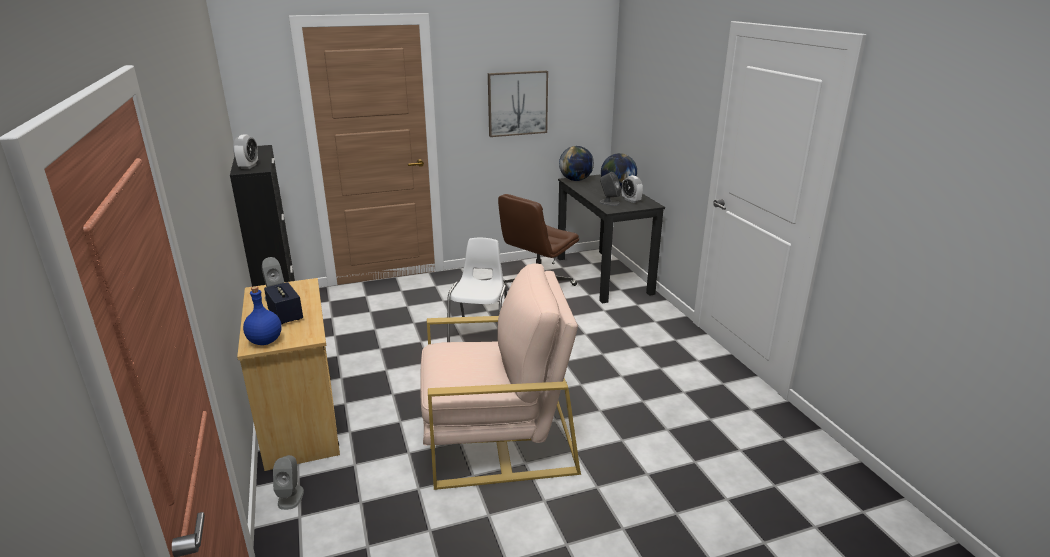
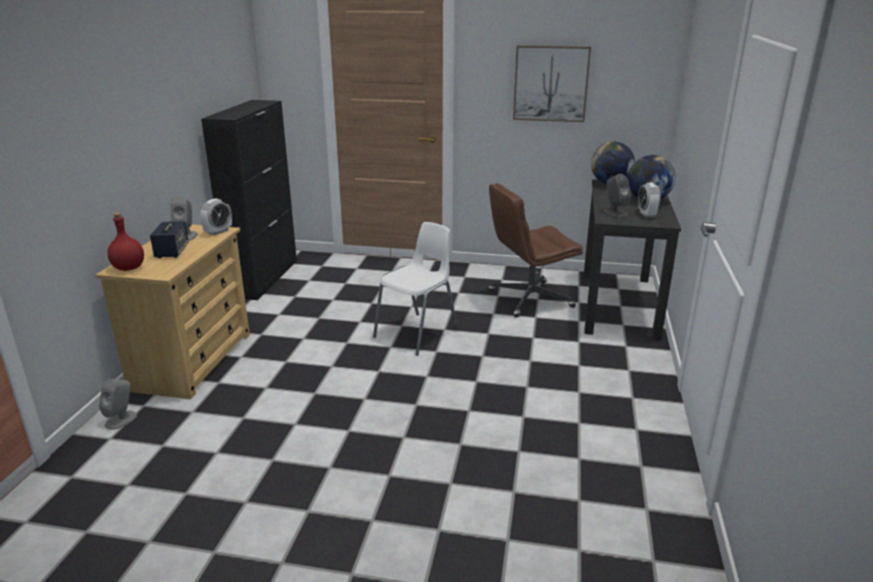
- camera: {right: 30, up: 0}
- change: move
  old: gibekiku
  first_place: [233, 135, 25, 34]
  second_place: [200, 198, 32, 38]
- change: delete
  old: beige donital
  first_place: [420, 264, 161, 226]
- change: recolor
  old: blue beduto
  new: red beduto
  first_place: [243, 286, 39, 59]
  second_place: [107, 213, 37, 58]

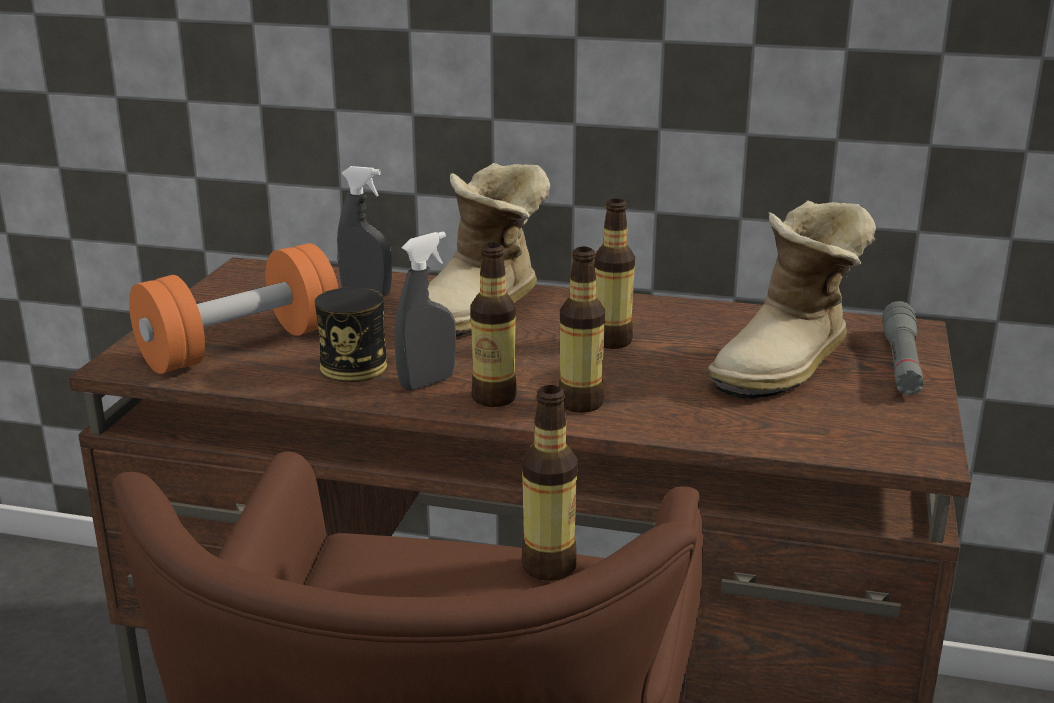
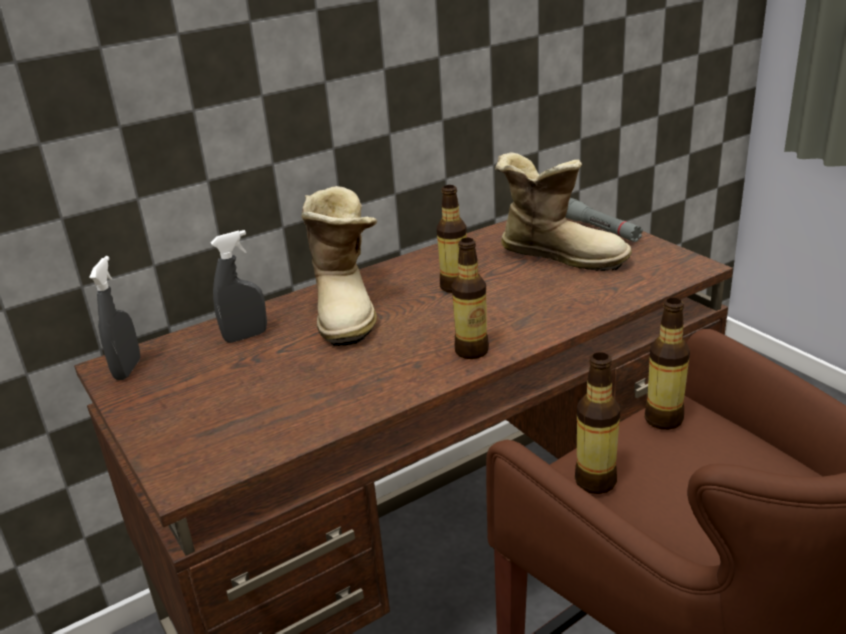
- camera: {right: -45, up: 5}
- change: rotate
  old: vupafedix
  first_place: [708, 200, 168, 200]
  second_place: [495, 153, 137, 118]
  degrees: -60
- change: move
  old: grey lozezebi
  first_place: [395, 232, 61, 158]
  second_place: [89, 256, 51, 124]
- change: delete
  old: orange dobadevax
  first_place: [129, 243, 209, 131]
- change: move
  old: beduto
  first_place: [559, 247, 46, 166]
  second_place: [574, 352, 46, 142]
- change: delete
  old: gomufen
  first_place: [315, 287, 72, 95]

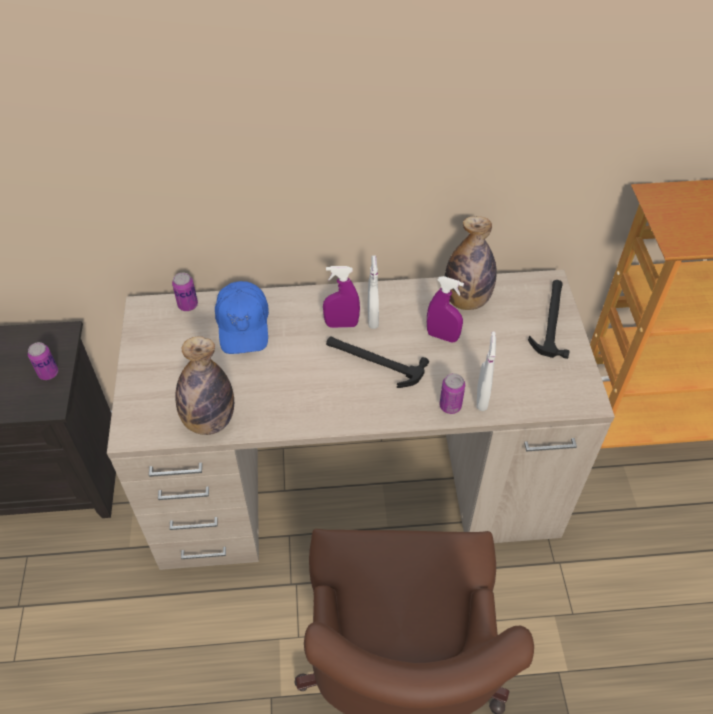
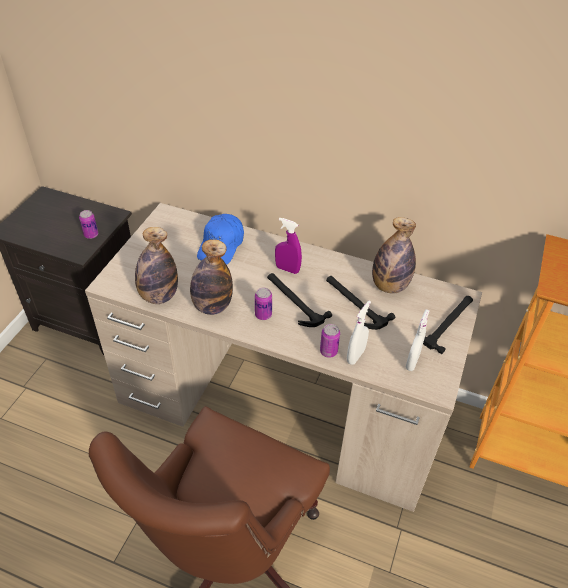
- camera: {right: 25, up: -5}
- change: move
  old: white lozezebi
  first_place: [368, 256, 11, 73]
  second_place: [405, 309, 25, 62]
- change: move
  old: gomufen
  first_place: [172, 273, 26, 38]
  second_place: [255, 287, 17, 33]
- change: replace
  old: purple lozezebi
  new: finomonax
  first_place: [427, 276, 37, 67]
  second_place: [326, 276, 69, 54]
- change: insert
  new: beduto
  second_place: [190, 239, 43, 76]

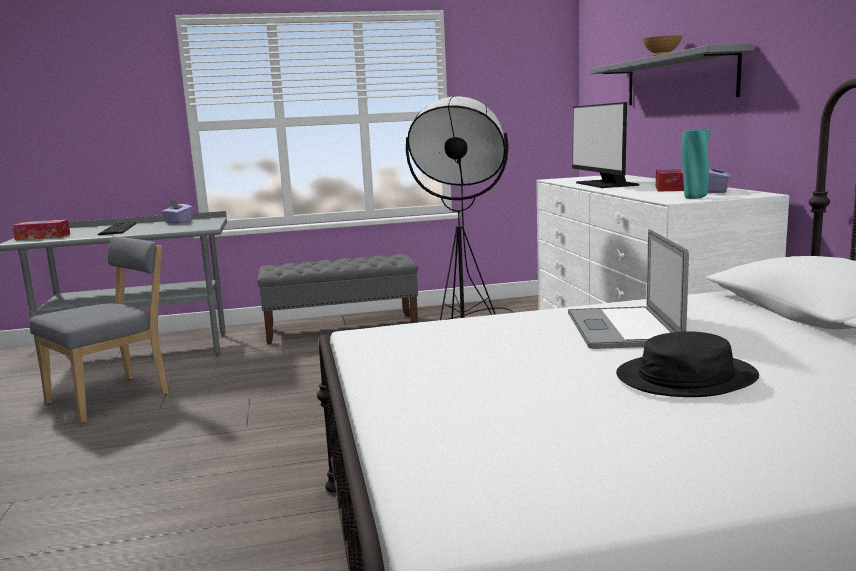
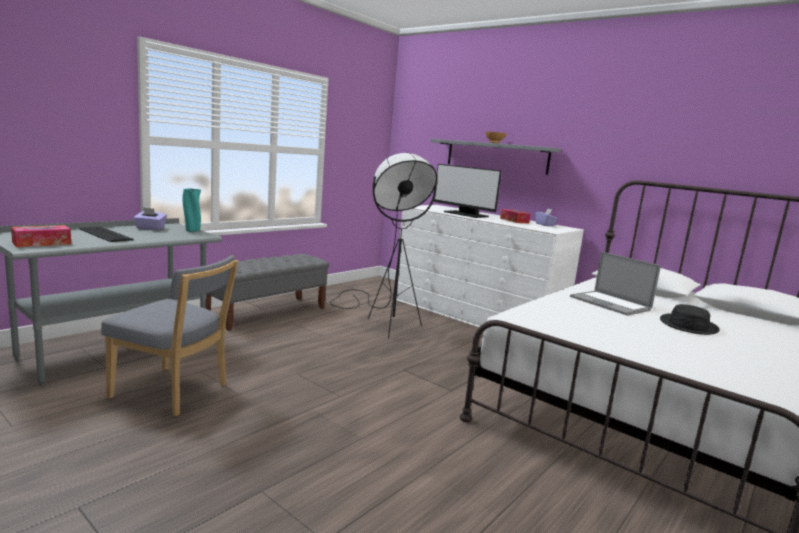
- camera: {right: -40, up: 0}
- change: move
  old: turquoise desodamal
  first_place: [681, 129, 30, 70]
  second_place: [182, 188, 19, 44]
- change: rotate
  old: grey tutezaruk
  first_place: [29, 236, 140, 187]
  second_place: [101, 255, 137, 161]
  degrees: 105

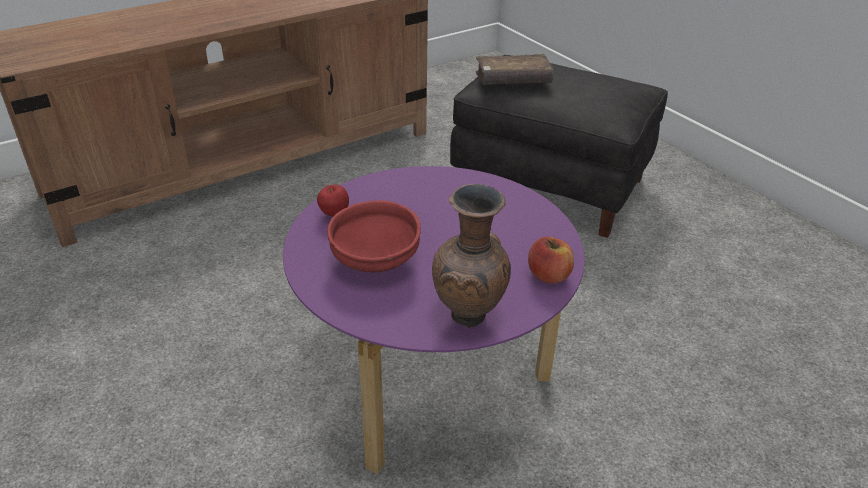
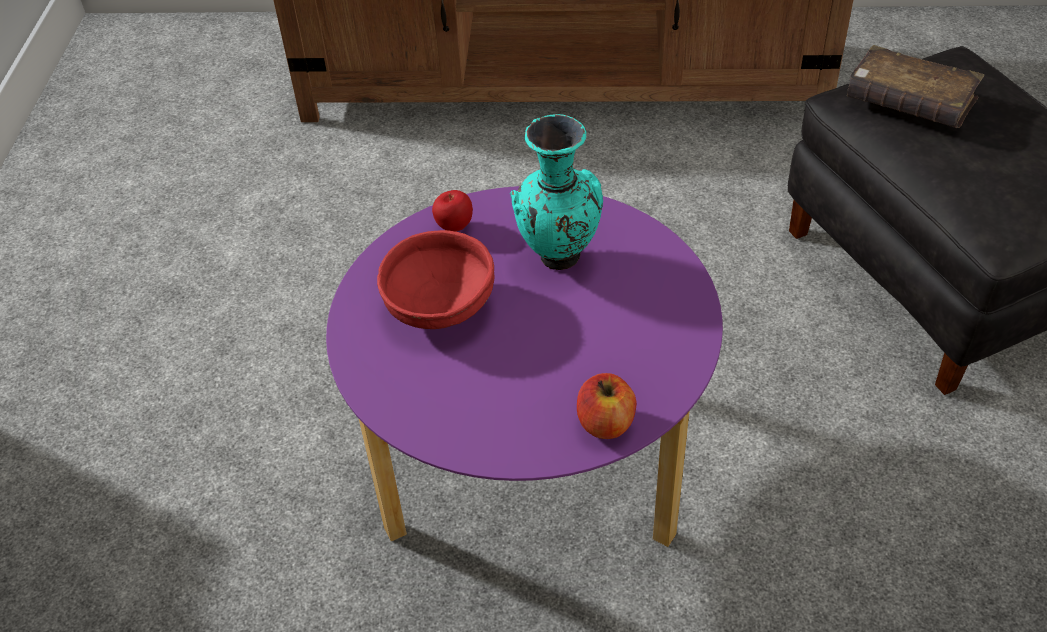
- camera: {right: 40, up: 10}
- change: delete
  old: brown desodamal
  first_place: [432, 184, 79, 144]
- change: insert
  new: turquoise desodamal
  second_place: [510, 114, 93, 156]

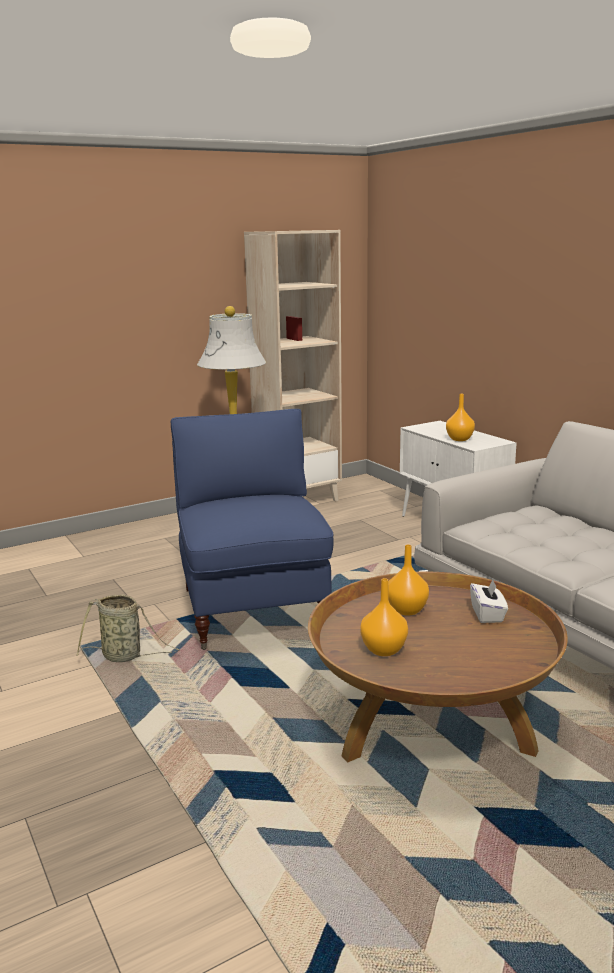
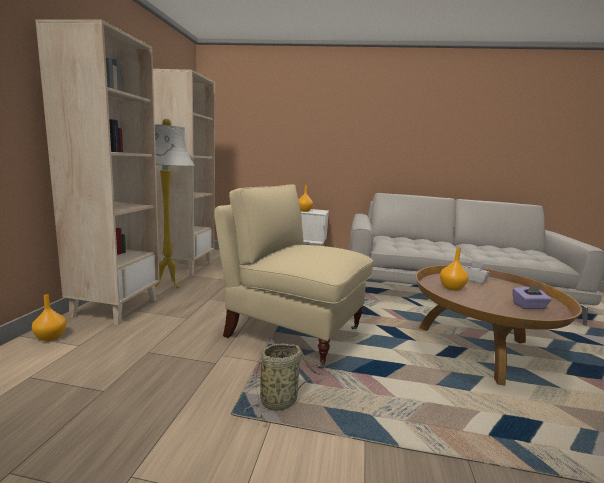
- camera: {right: -50, up: -5}
- change: recolor
  old: blue donital
  new: beige donital
  first_place: [171, 409, 163, 241]
  second_place: [215, 184, 158, 184]
- change: move
  old: orange desodamal
  first_place: [360, 578, 48, 78]
  second_place: [32, 294, 34, 47]
- change: insert
  new: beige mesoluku
  second_place: [35, 19, 125, 306]
- change: insert
  new: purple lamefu
  second_place: [513, 286, 39, 23]

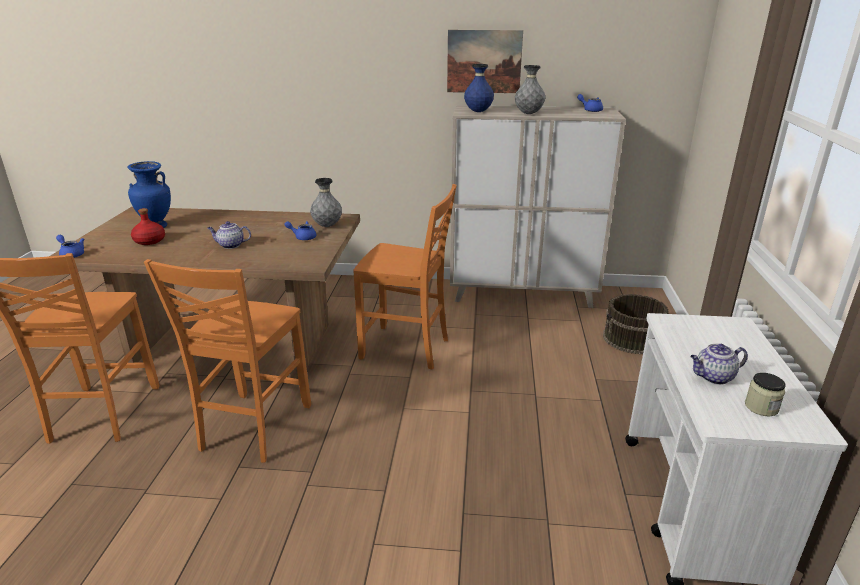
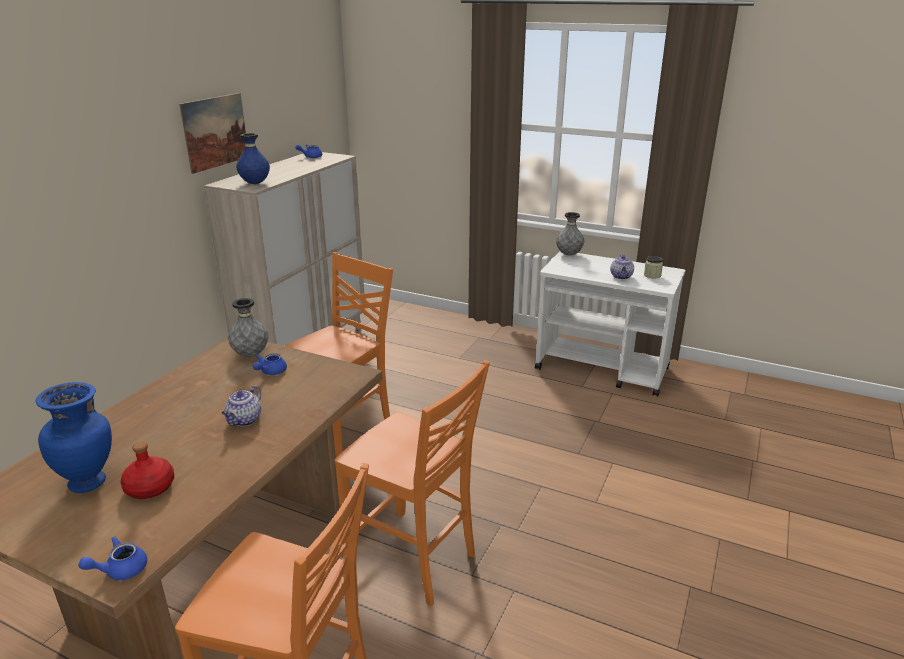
- camera: {right: -70, up: 0}
- change: move
  old: grey desodamal
  first_place: [515, 65, 30, 49]
  second_place: [556, 212, 28, 44]
- change: delete
  old: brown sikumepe
  first_place: [603, 294, 66, 60]

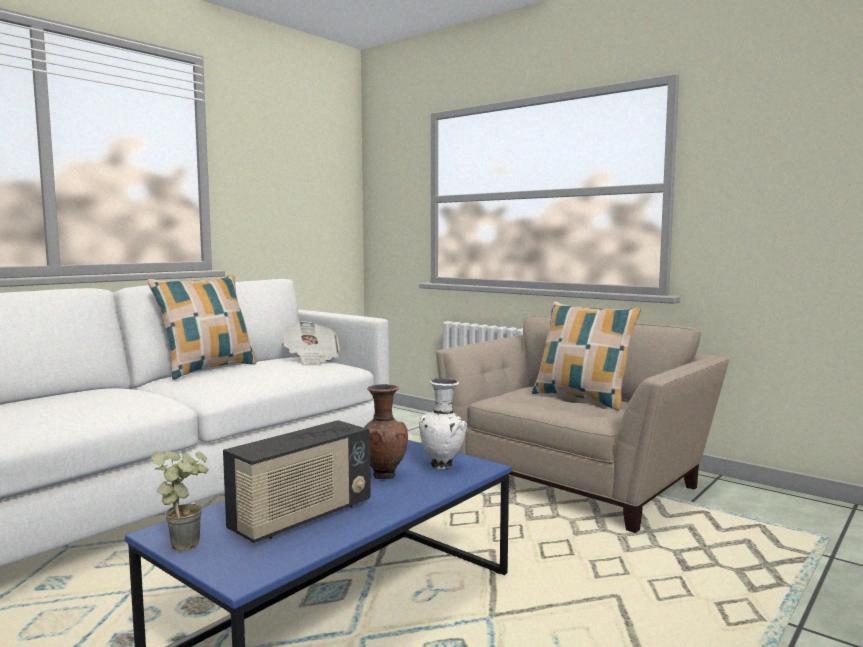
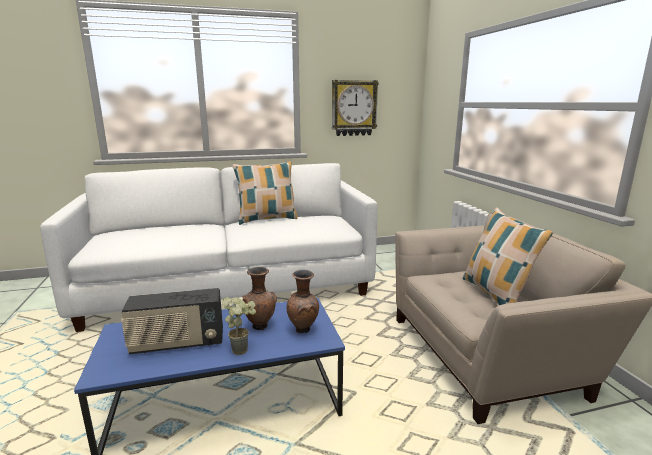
- camera: {right: 35, up: 10}
- change: delete
  old: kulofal
  first_place: [282, 321, 58, 43]
- change: recolor
  old: white desodamal
  new: brown desodamal
  first_place: [419, 378, 48, 91]
  second_place: [287, 270, 32, 63]
- change: move
  old: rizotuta
  first_place: [151, 451, 57, 100]
  second_place: [222, 297, 34, 58]
- change: insert
  new: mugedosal
  second_place: [332, 80, 47, 56]

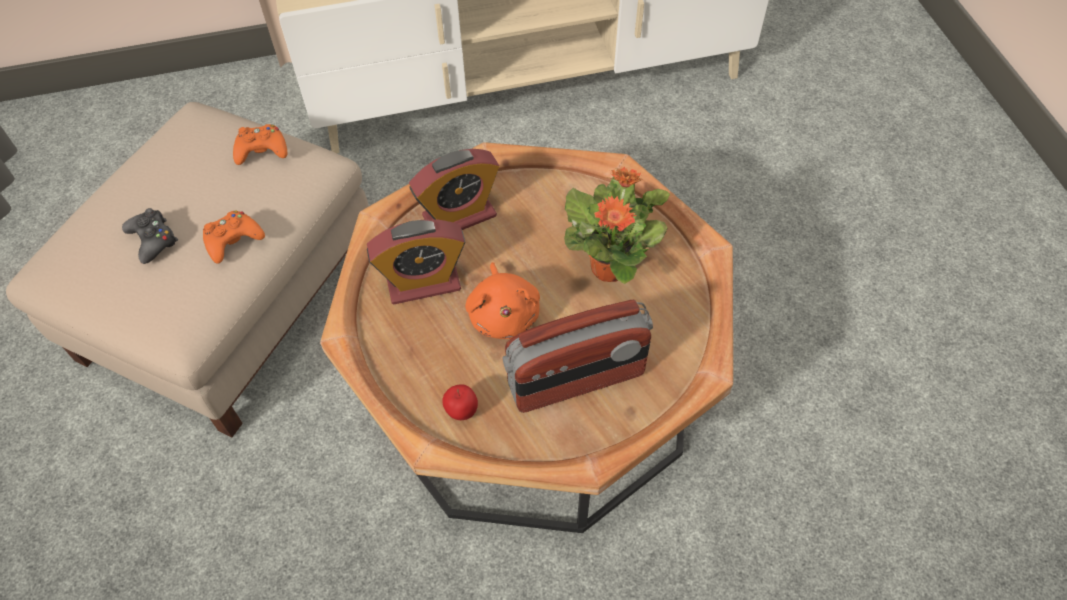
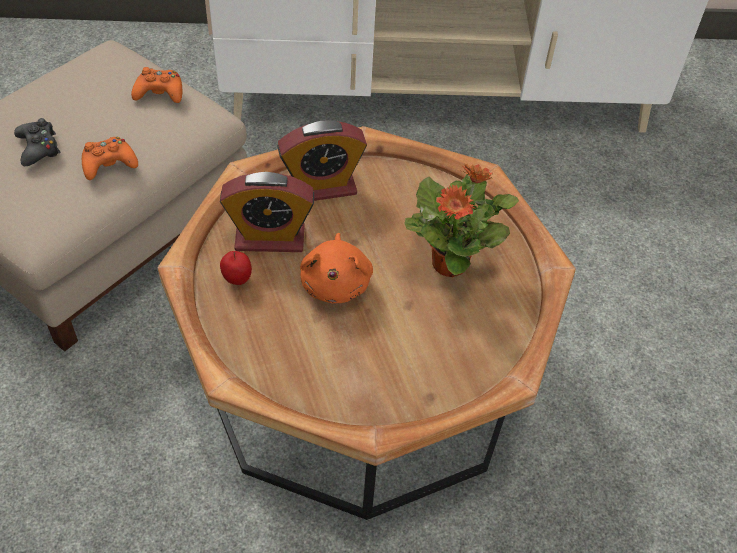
- camera: {right: 10, up: -5}
- change: delete
  old: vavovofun
  first_place: [502, 300, 151, 113]
- change: move
  old: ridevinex
  first_place: [442, 384, 36, 36]
  second_place: [220, 251, 32, 34]

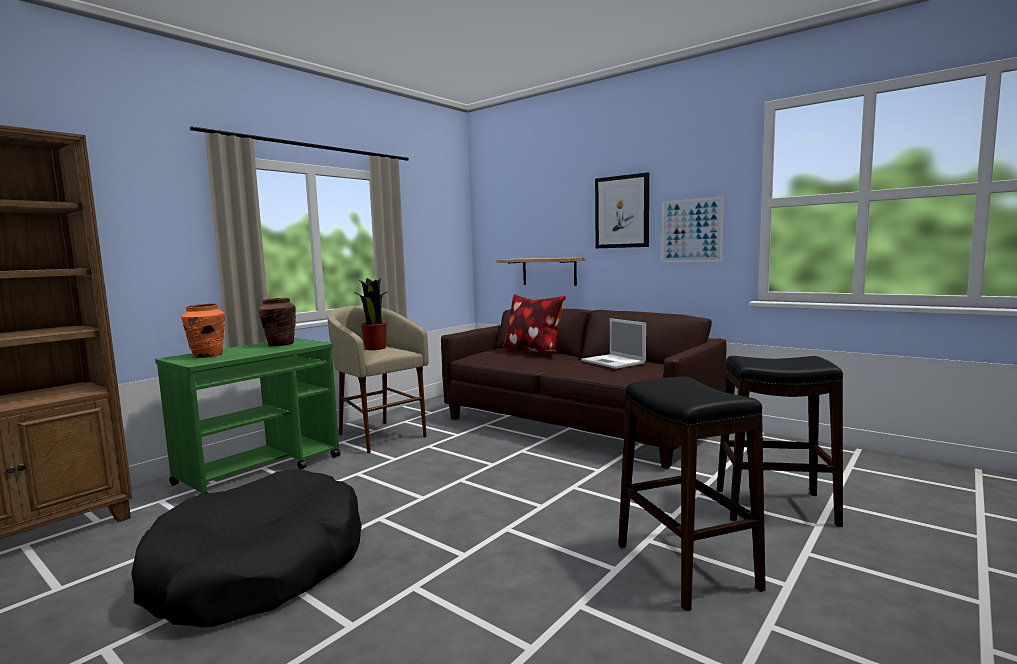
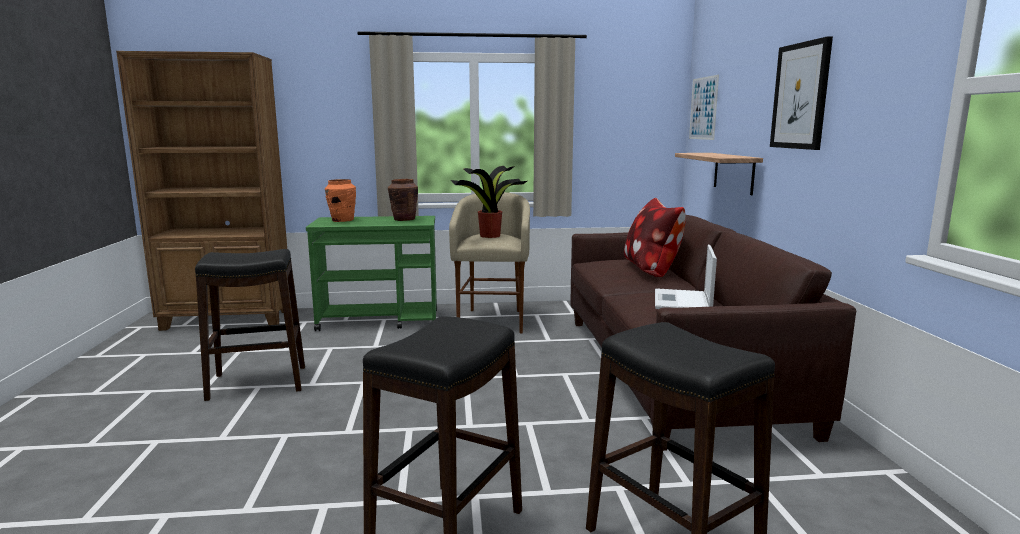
- camera: {right: 45, up: 5}
- change: move
  old: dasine
  first_place: [661, 196, 63, 66]
  second_place: [689, 75, 30, 65]
- change: replace
  old: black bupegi
  new: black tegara
  first_place: [131, 469, 231, 158]
  second_place: [195, 249, 110, 152]

